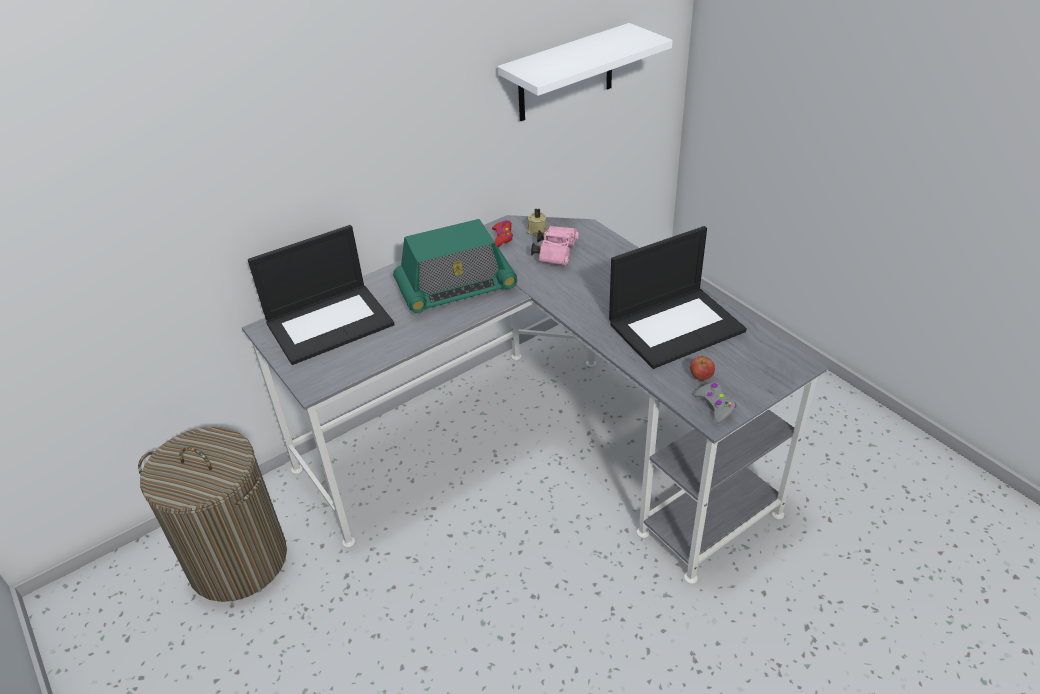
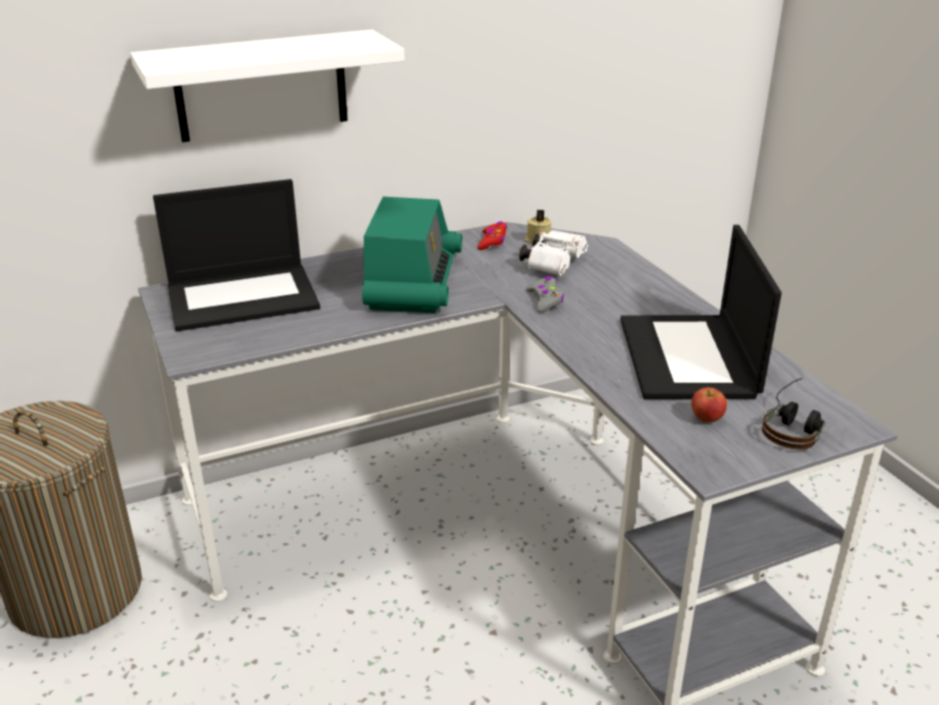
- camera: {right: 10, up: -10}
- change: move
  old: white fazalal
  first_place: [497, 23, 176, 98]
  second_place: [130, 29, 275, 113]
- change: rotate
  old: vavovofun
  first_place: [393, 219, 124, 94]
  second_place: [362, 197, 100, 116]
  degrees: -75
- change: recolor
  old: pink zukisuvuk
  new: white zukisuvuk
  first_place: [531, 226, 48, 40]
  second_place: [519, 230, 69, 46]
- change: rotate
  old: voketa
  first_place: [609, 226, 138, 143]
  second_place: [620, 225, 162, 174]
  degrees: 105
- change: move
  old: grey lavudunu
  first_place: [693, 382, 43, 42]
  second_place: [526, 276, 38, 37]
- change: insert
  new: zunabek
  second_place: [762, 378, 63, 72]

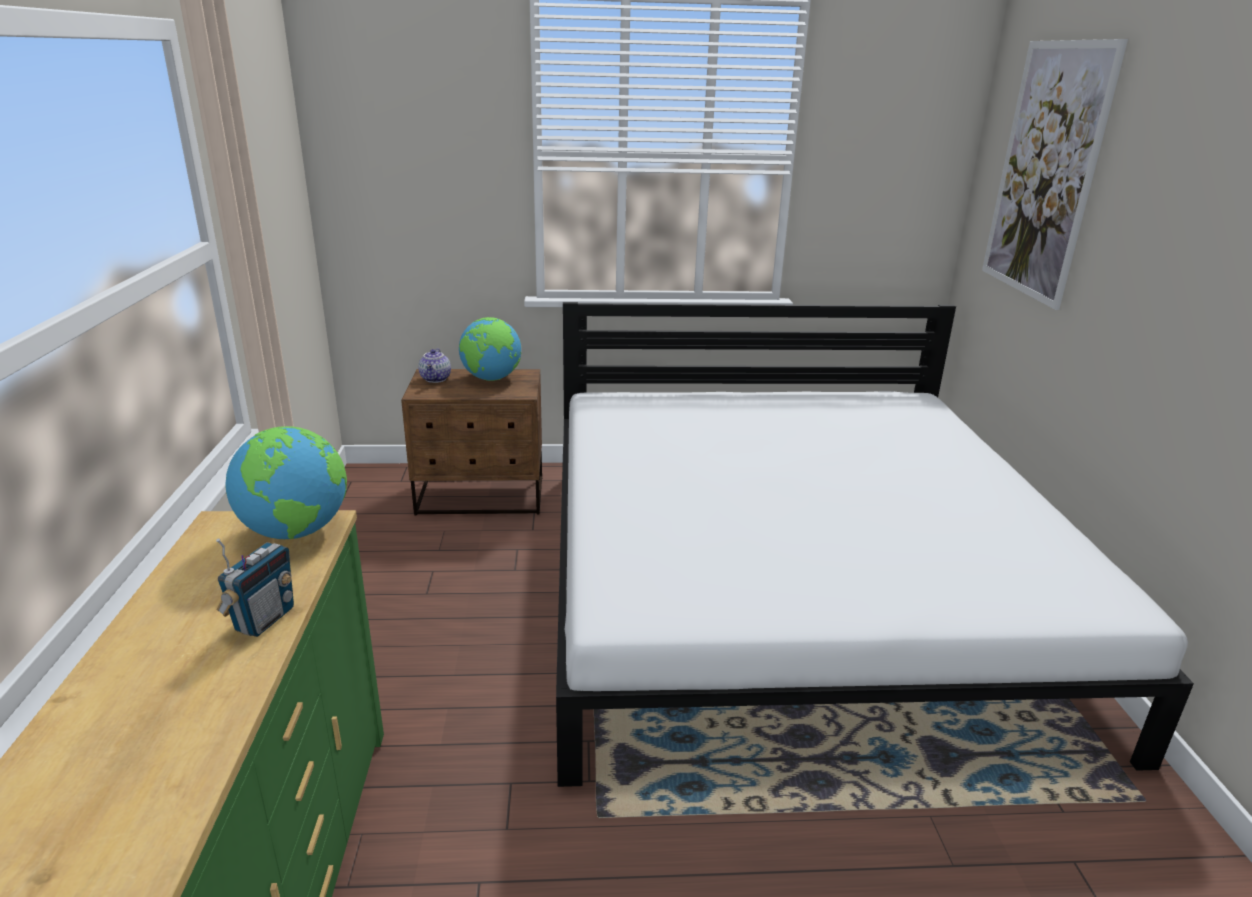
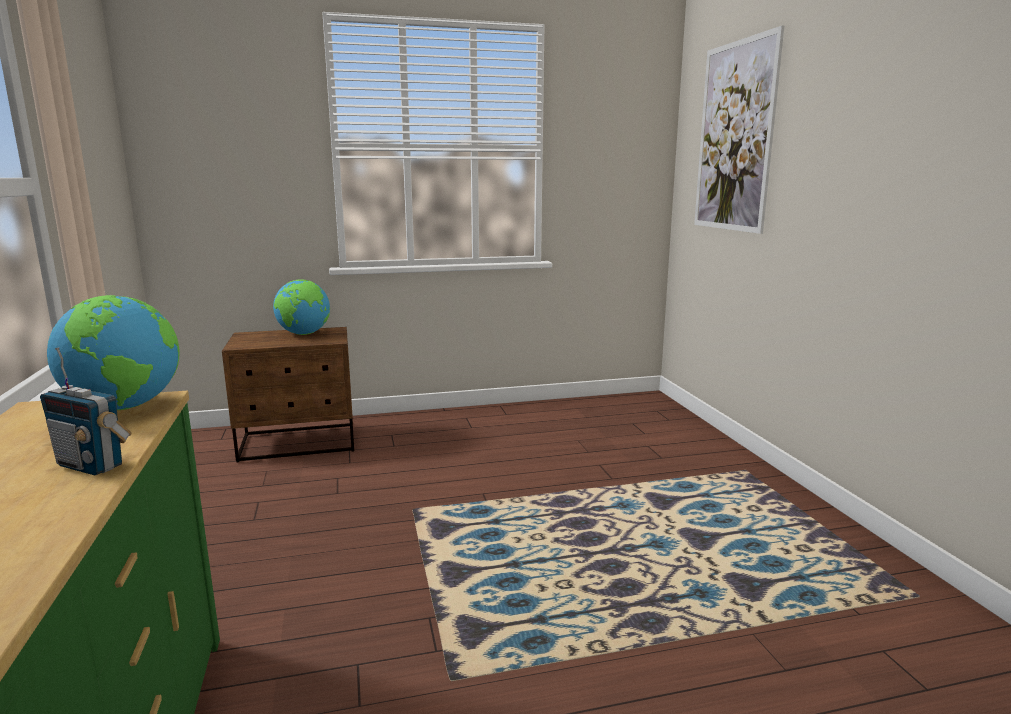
- camera: {right: -10, up: -10}
- change: delete
  old: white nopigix
  first_place: [556, 302, 638, 485]
- change: delete
  old: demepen
  first_place: [418, 348, 33, 35]
- change: rotate
  old: vavovofun
  first_place: [216, 538, 78, 99]
  second_place: [40, 347, 92, 128]
  degrees: 105

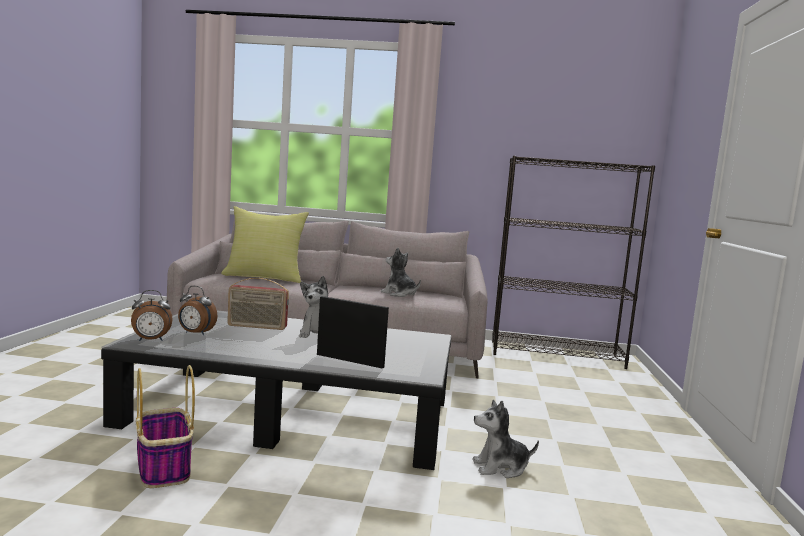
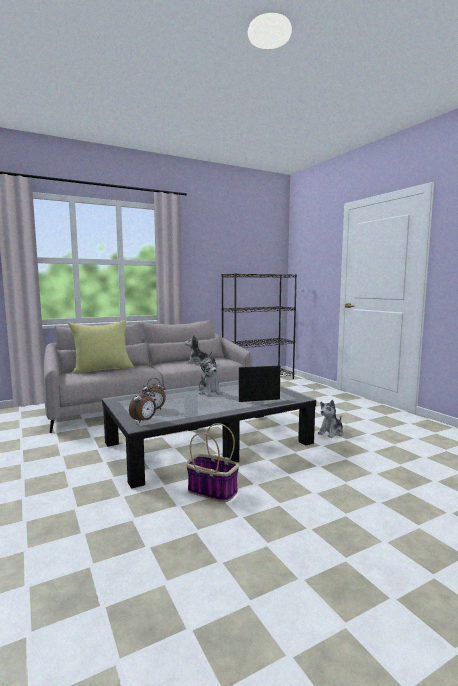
- camera: {right: -35, up: 0}
- change: delete
  old: vavovofun
  first_place: [227, 278, 62, 52]

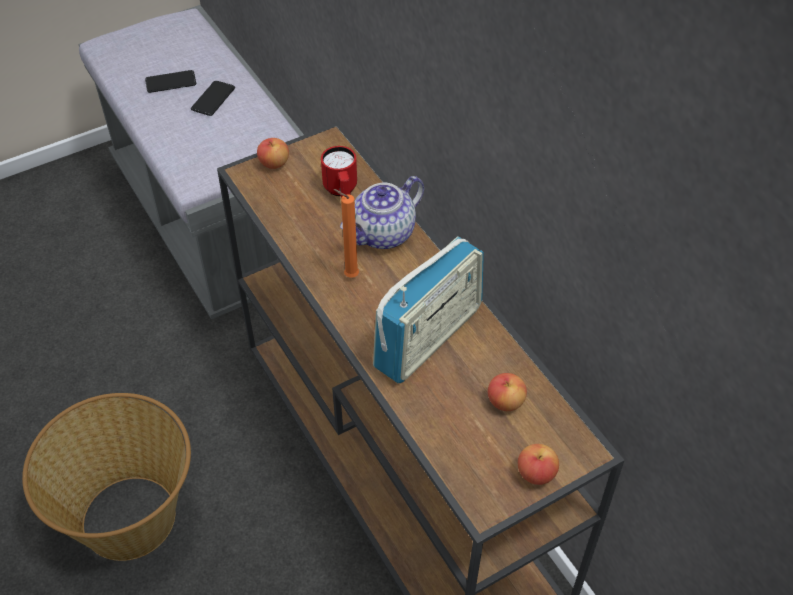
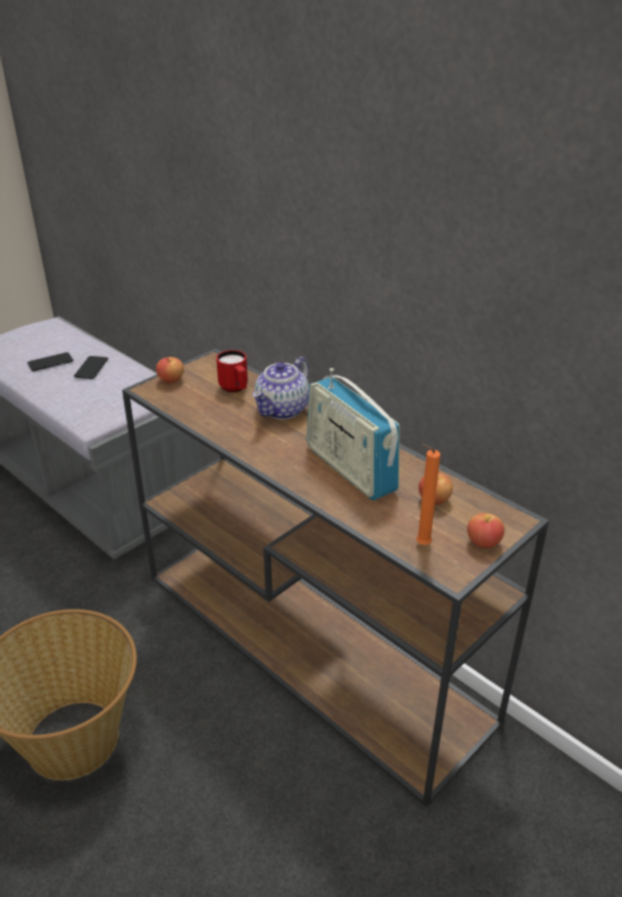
- camera: {right: -15, up: -15}
- change: move
  old: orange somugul
  first_place: [333, 189, 26, 89]
  second_place: [416, 444, 24, 101]
- change: rotate
  old: vavovofun
  first_place: [373, 237, 111, 146]
  second_place: [307, 368, 93, 132]
  degrees: 120

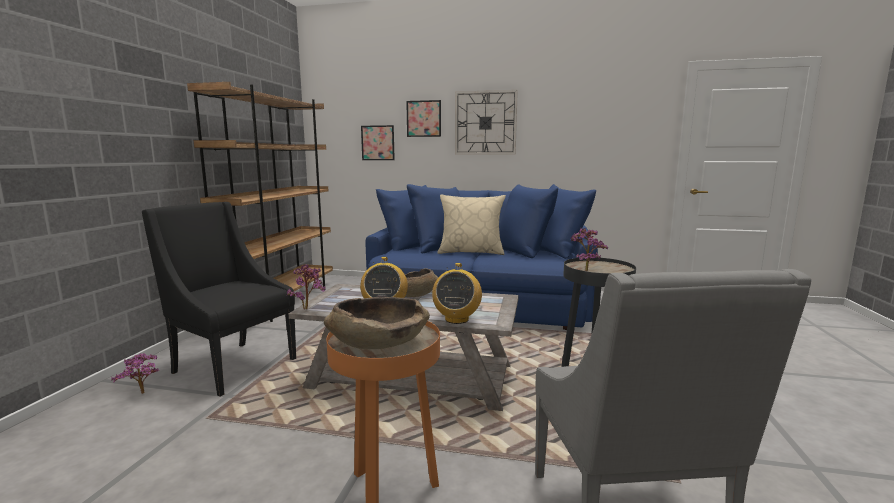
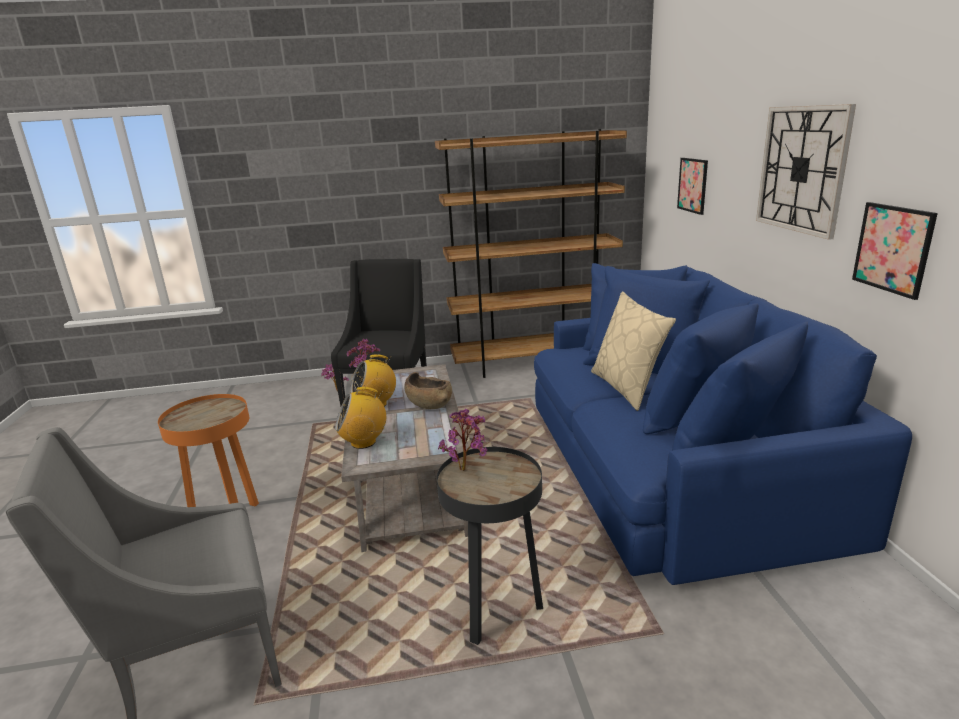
- camera: {right: 70, up: 10}
- change: move
  old: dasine
  first_place: [406, 100, 35, 37]
  second_place: [852, 202, 86, 98]
- change: delete
  old: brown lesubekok
  first_place: [324, 297, 106, 52]

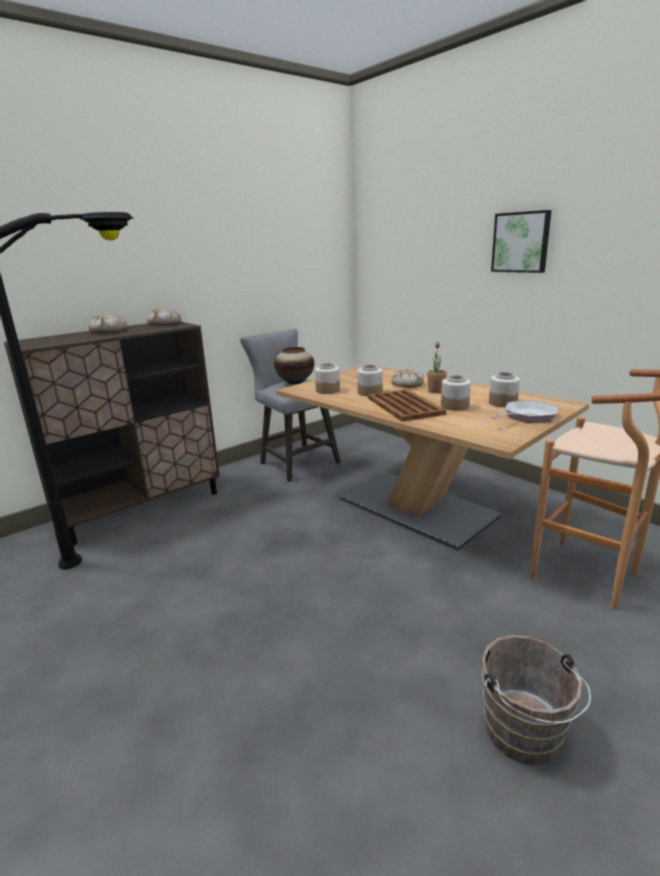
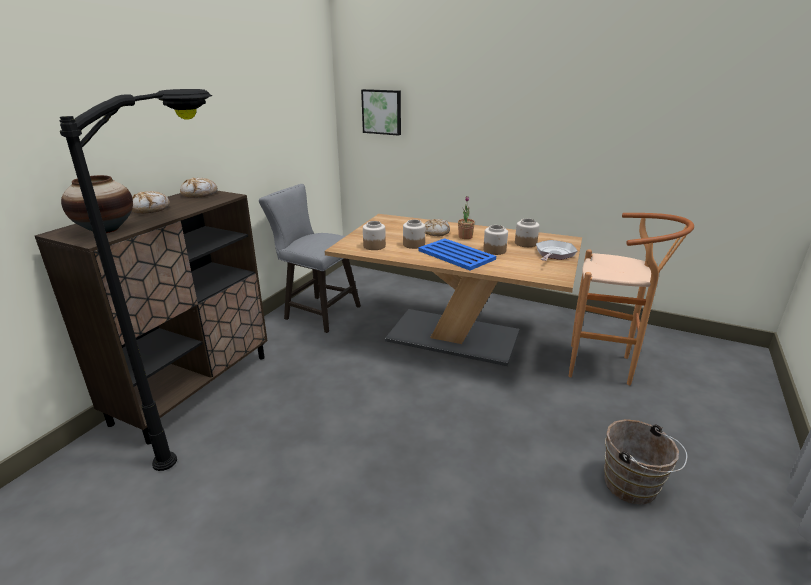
- camera: {right: -25, up: 5}
- change: move
  old: dasine
  first_place: [491, 210, 60, 63]
  second_place: [361, 89, 40, 47]
- change: move
  old: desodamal
  first_place: [274, 347, 40, 37]
  second_place: [61, 175, 72, 58]
- change: recolor
  old: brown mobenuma
  new: blue mobenuma
  first_place: [368, 389, 78, 32]
  second_place: [418, 238, 78, 32]

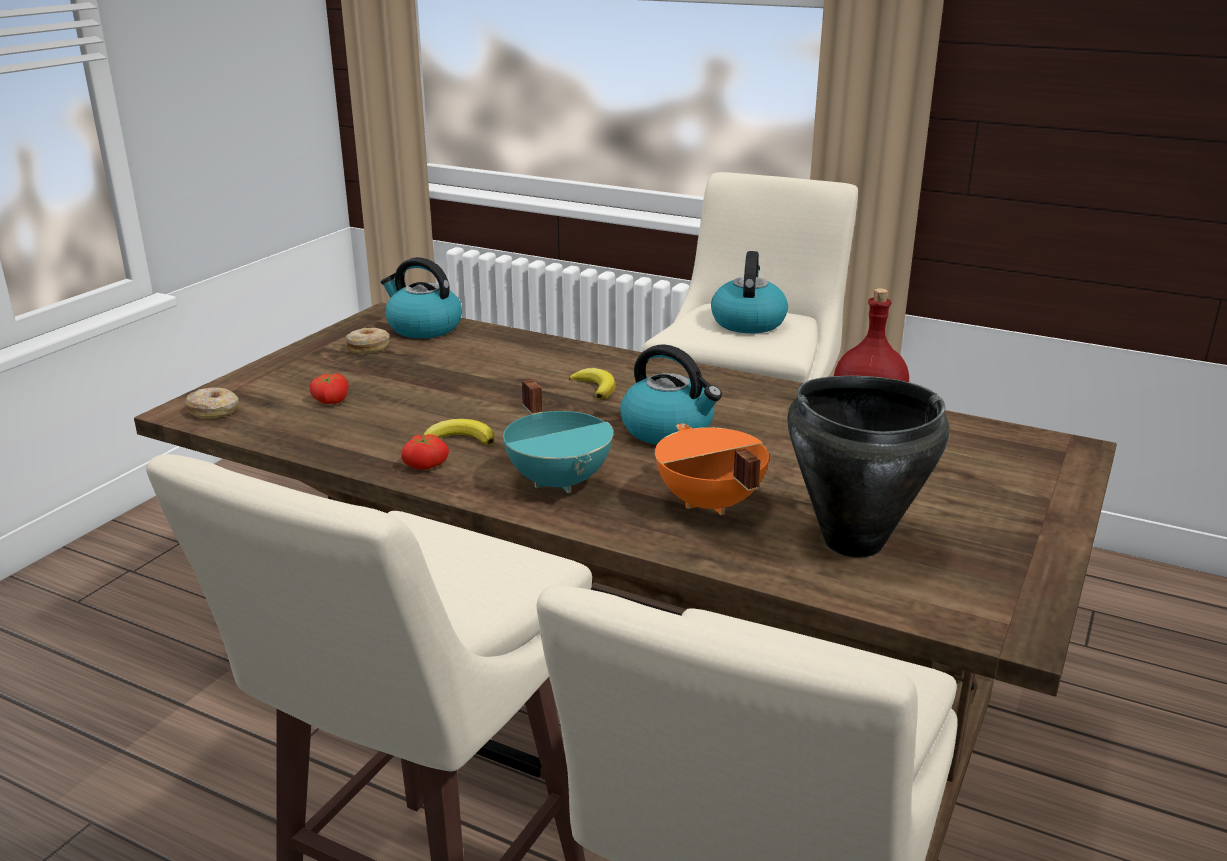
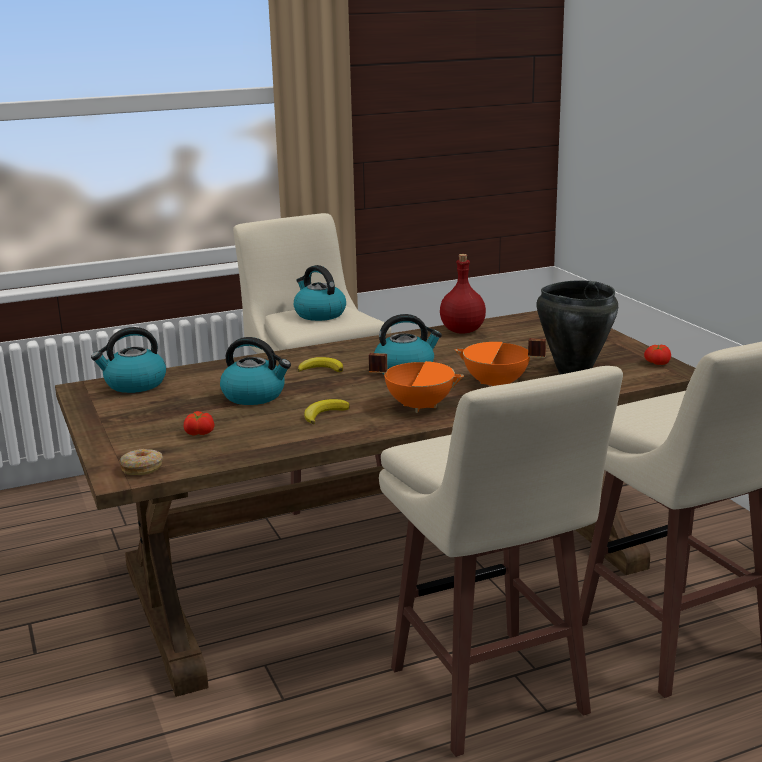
- camera: {right: -50, up: -5}
- change: delete
  old: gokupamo
  first_place: [345, 328, 45, 26]
- change: recolor
  old: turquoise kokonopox
  new: orange kokonopox
  first_place: [503, 379, 110, 114]
  second_place: [369, 353, 95, 60]
- change: move
  old: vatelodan
  first_place: [401, 434, 48, 36]
  second_place: [644, 345, 27, 20]
- change: insert
  new: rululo
  second_place: [220, 337, 71, 68]

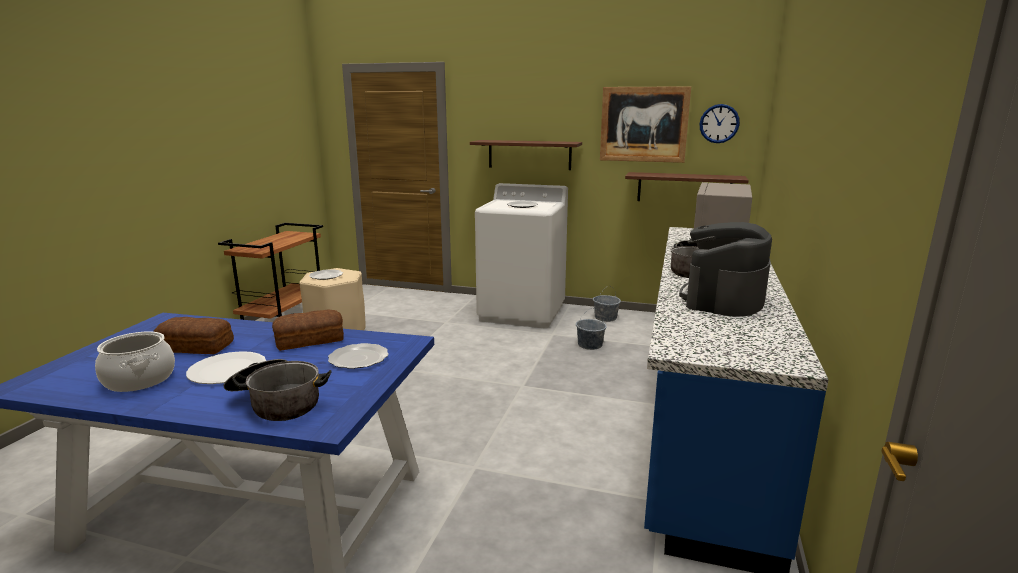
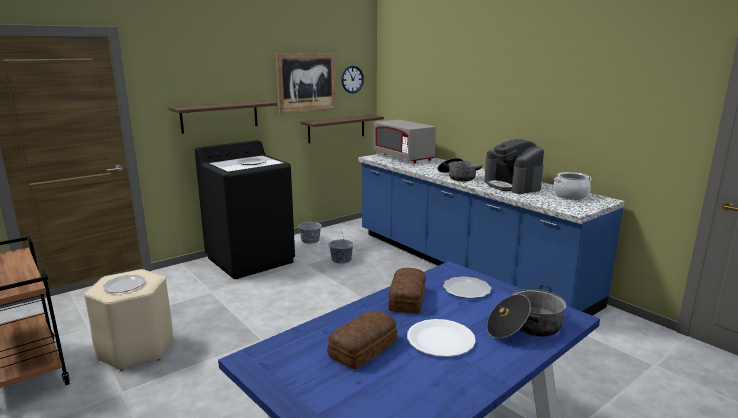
- camera: {right: -55, up: 0}
- change: recolor
  old: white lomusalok
  new: black lomusalok
  first_place: [475, 183, 93, 146]
  second_place: [195, 140, 100, 139]
- change: move
  old: kokonopox
  first_place: [95, 331, 80, 61]
  second_place: [553, 172, 39, 28]

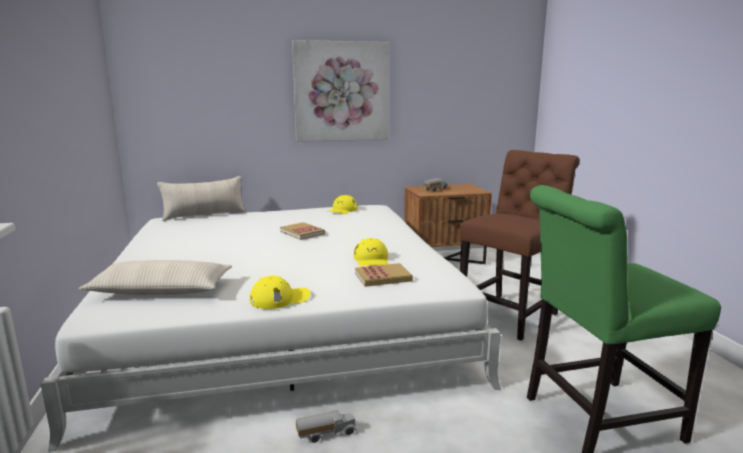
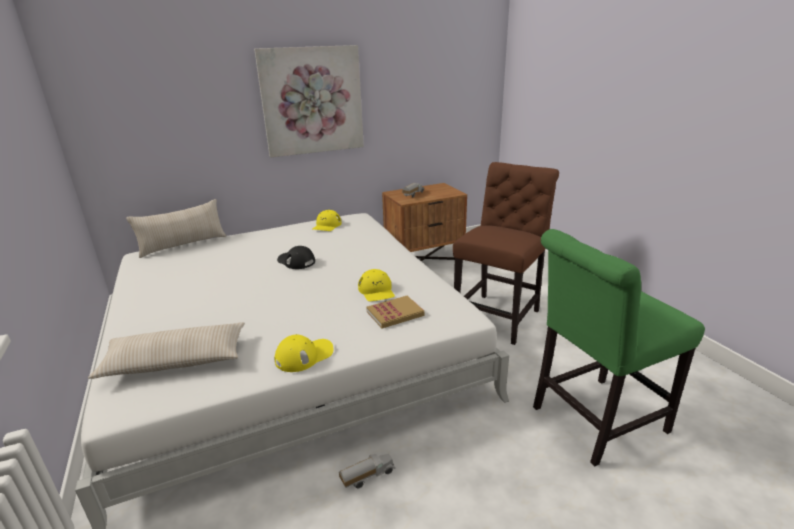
- camera: {right: -10, up: 10}
- change: replace
  old: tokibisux
  new: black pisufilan
  first_place: [280, 222, 45, 18]
  second_place: [277, 246, 38, 23]

